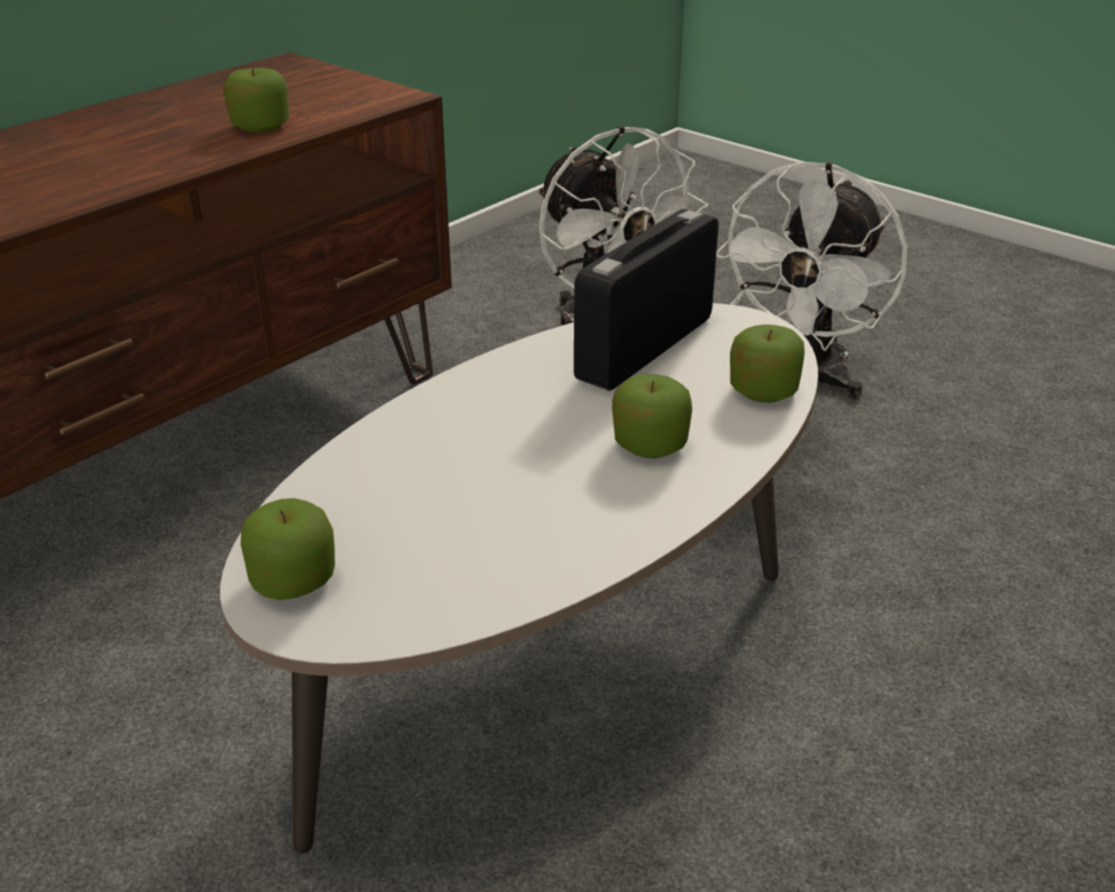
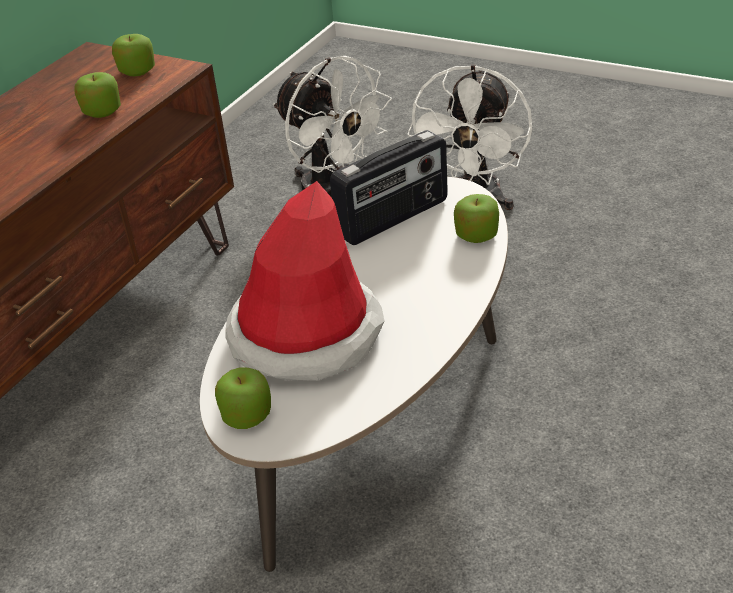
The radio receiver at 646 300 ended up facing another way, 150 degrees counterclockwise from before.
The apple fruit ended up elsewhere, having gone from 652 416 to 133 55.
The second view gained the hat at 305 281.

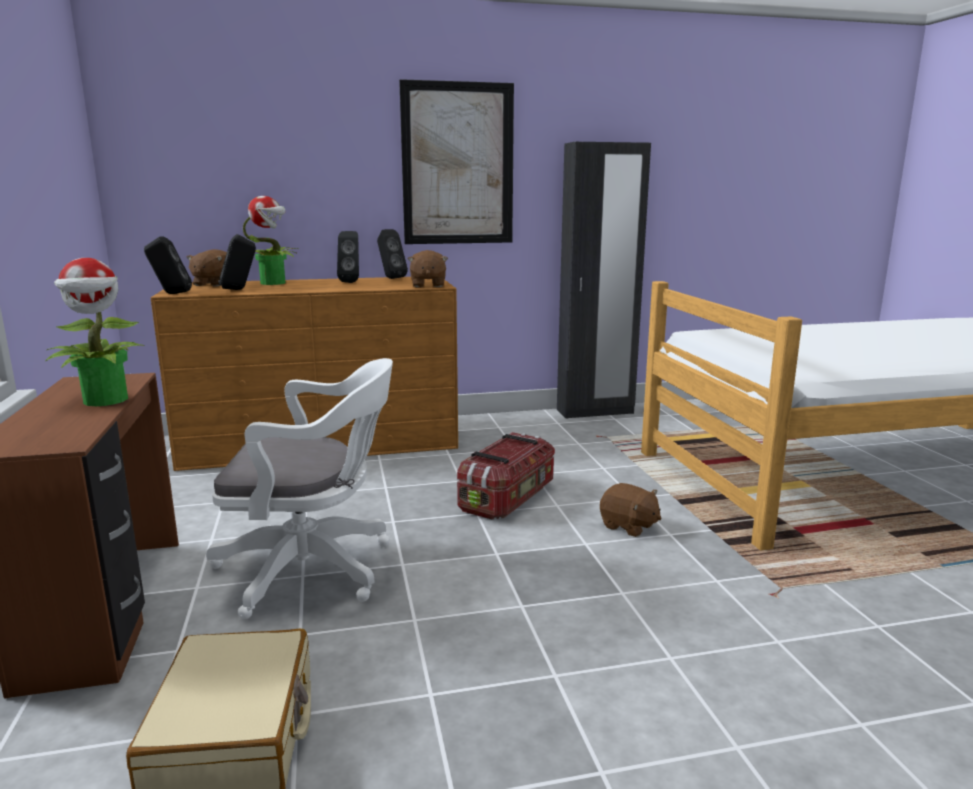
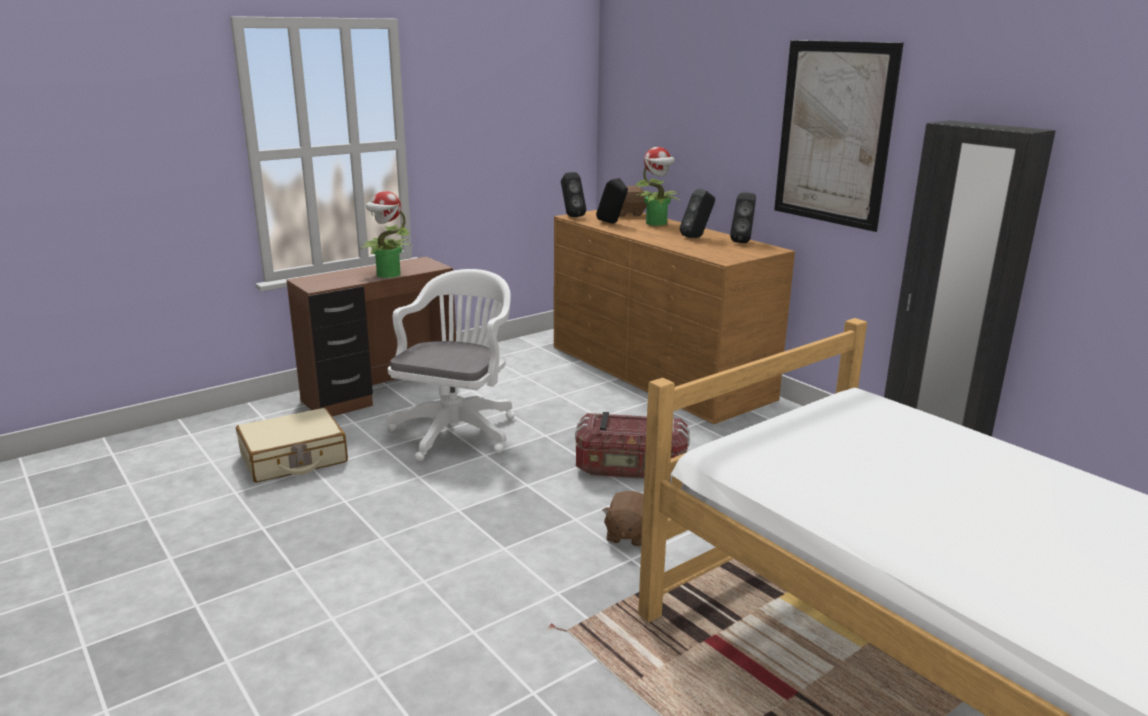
The second view lost the brown-coloured soft toy at 428 268.
The whitish desk chair at 299 488 ended up facing another way, 135 degrees counterclockwise from before.

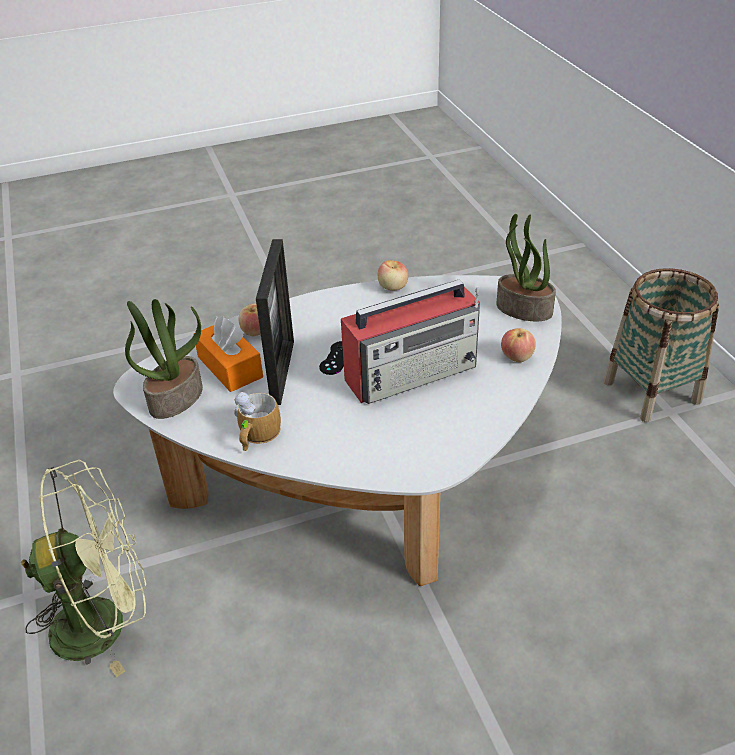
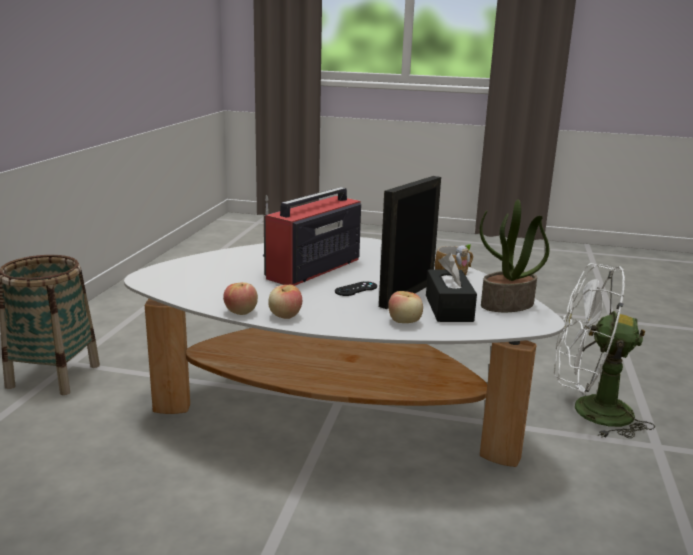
The second view lost the potted plant at 526 267.
The radio receiver at 410 342 ended up facing another way, 60 degrees counterclockwise from before.
What was the orangey tissue holder at 228 354 turned into the black-coloured tissue holder at 451 287.
The apple fruit ended up elsewhere, having gone from 518 345 to 285 302.
What was the greenish electric fan at 83 568 turned into the whitish electric fan at 604 351.

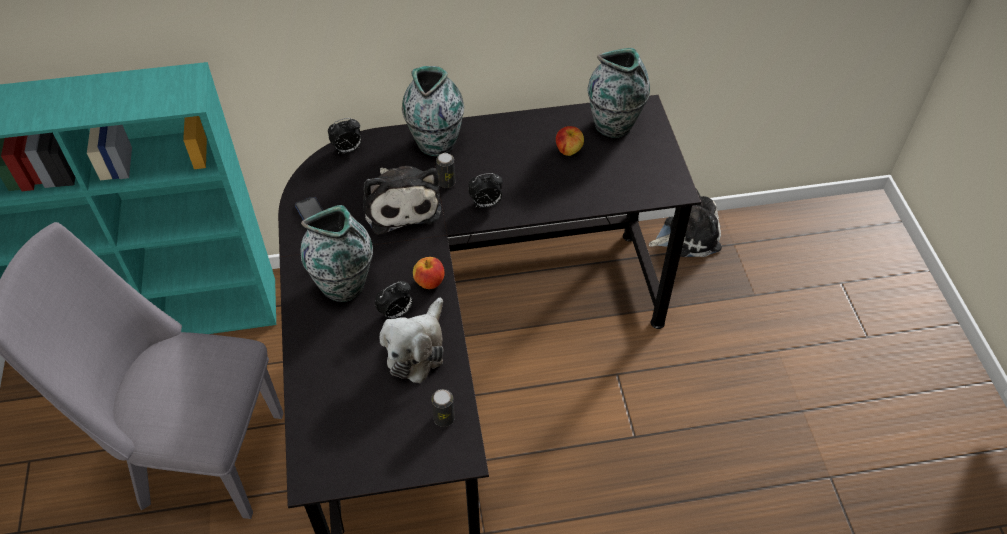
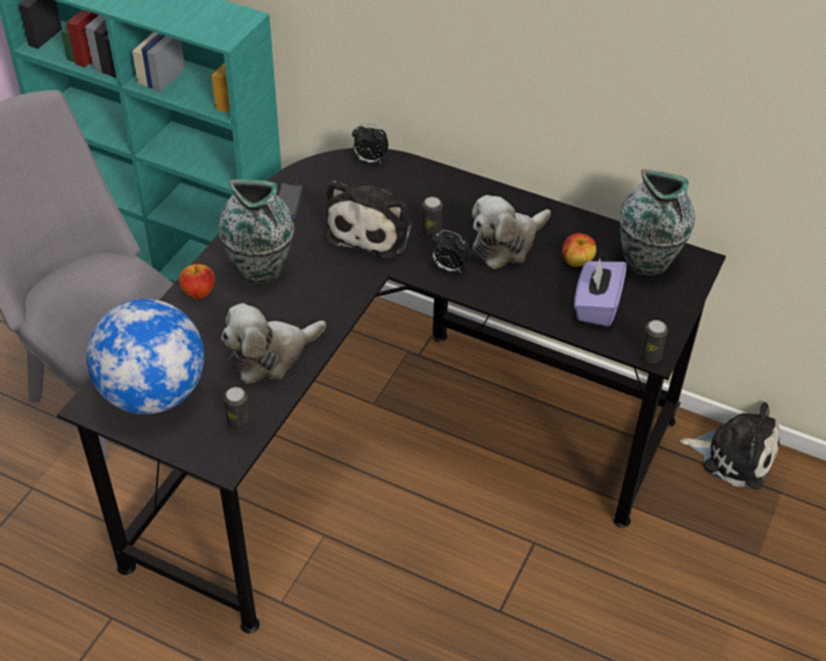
The second view lost the decorative vase at 433 111.
The apple fruit ended up elsewhere, having gone from 429 273 to 197 281.
The second view lost the alarm clock at 394 300.
The second view gained the soft toy at 511 232.
The second view gained the purple-coloured tissue holder at 600 292.
The second view gained the world globe at 145 356.
The second view gained the metal can at 654 341.

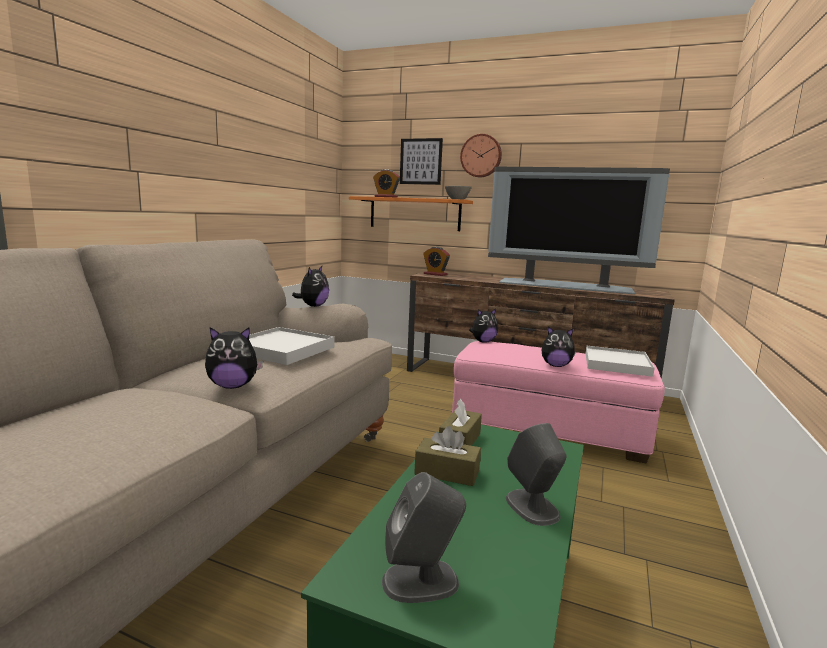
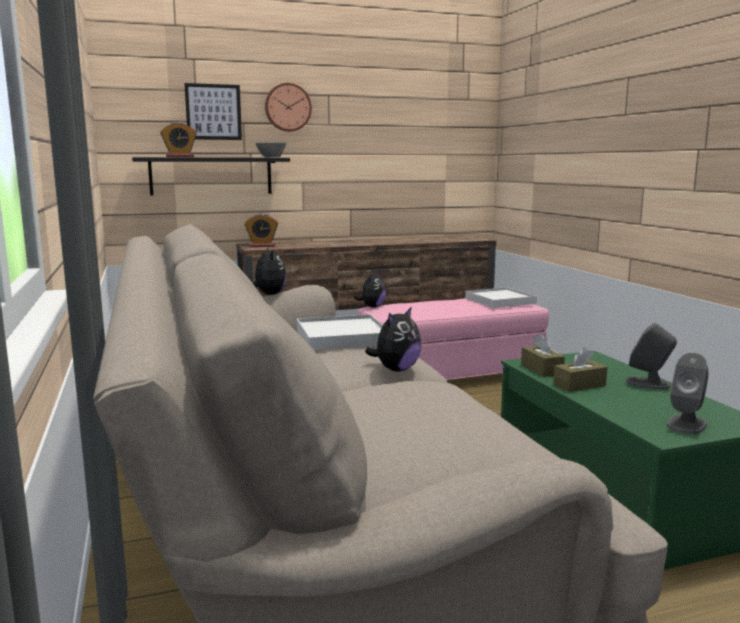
The second view lost the TV at 579 230.
What was the orangey bracket shelf at 411 213 turned into the black-coloured bracket shelf at 211 176.
The second view lost the soft toy at 559 346.

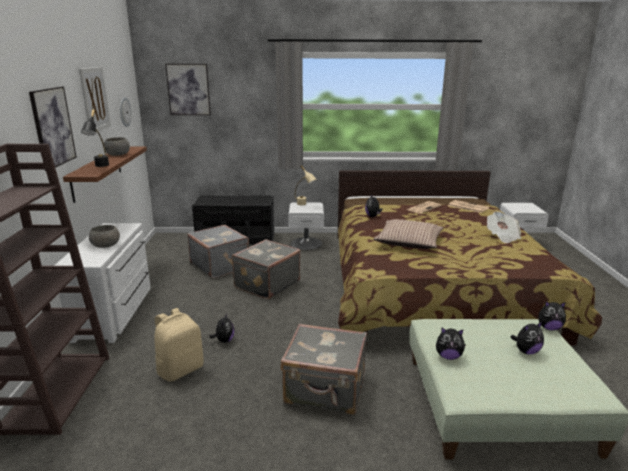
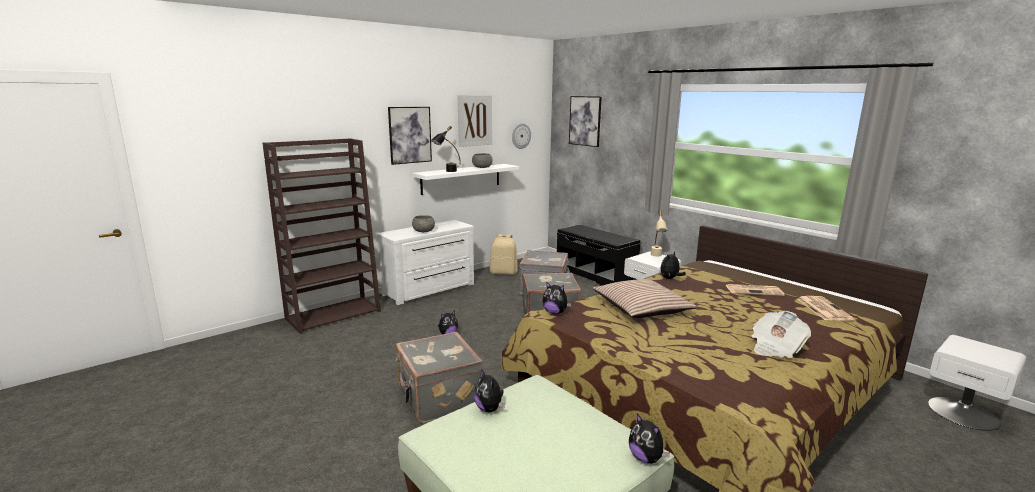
What was the brown-coloured bracket shelf at 105 175 turned into the whitish bracket shelf at 465 179.
The beige-coloured rucksack ended up elsewhere, having gone from 179 344 to 504 254.
The soft toy ended up elsewhere, having gone from 527 338 to 557 298.

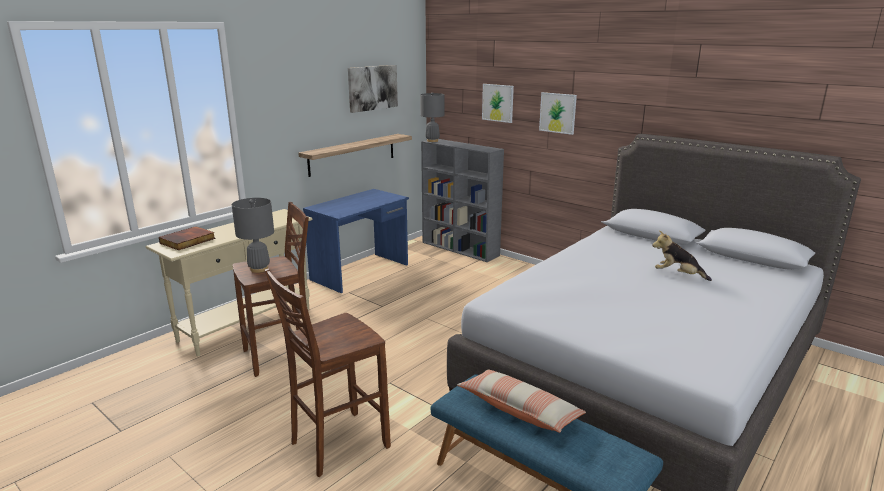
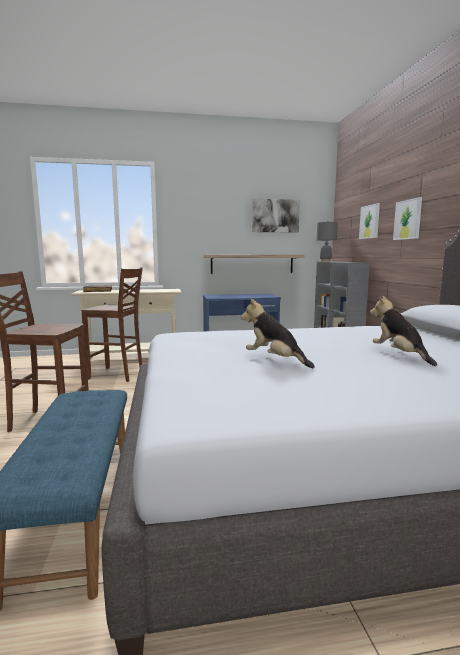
The second view lost the grey tabletop lamp at 253 235.
The second view lost the cushion at 521 401.
The second view gained the soft toy at 278 333.

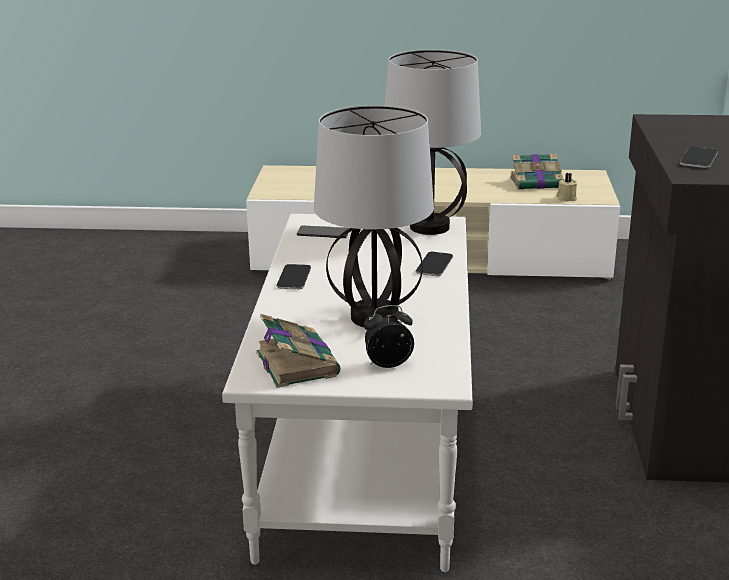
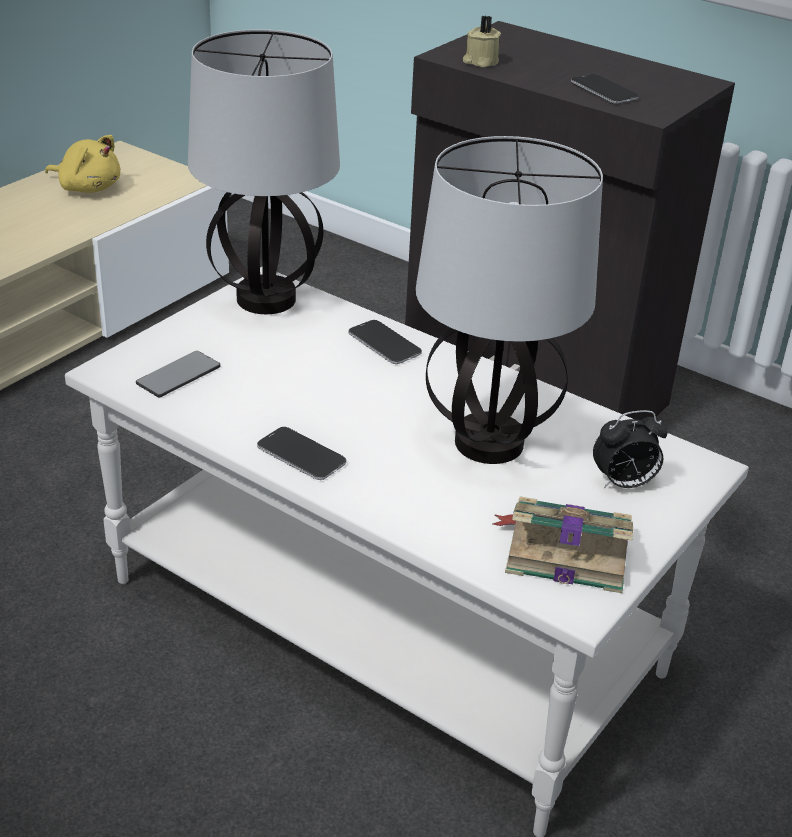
Where the book stood at 537 171, the yellow soft toy came to stand at 82 164.
The beige-coloured wax light ended up elsewhere, having gone from 566 187 to 482 41.
The alarm clock at 389 336 ended up facing another way, 120 degrees counterclockwise from before.

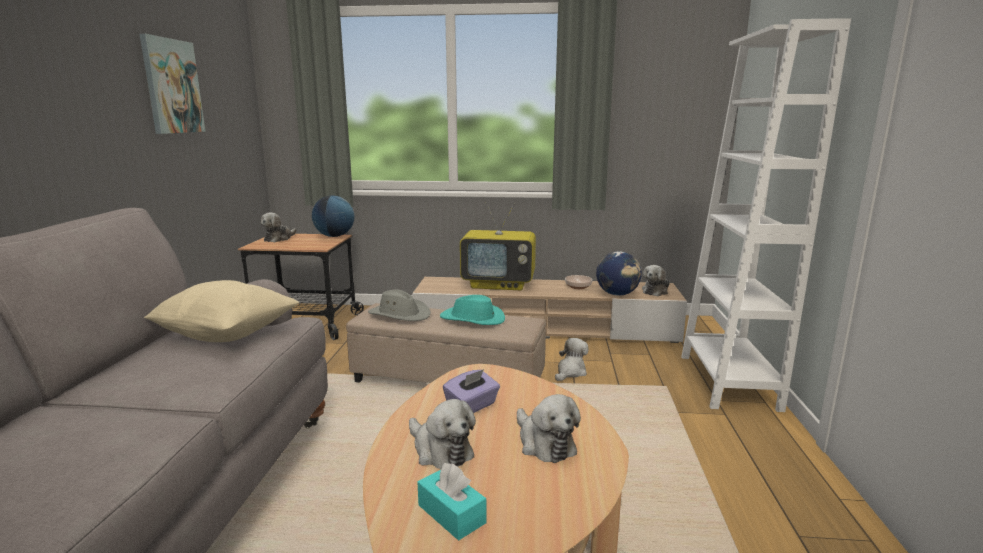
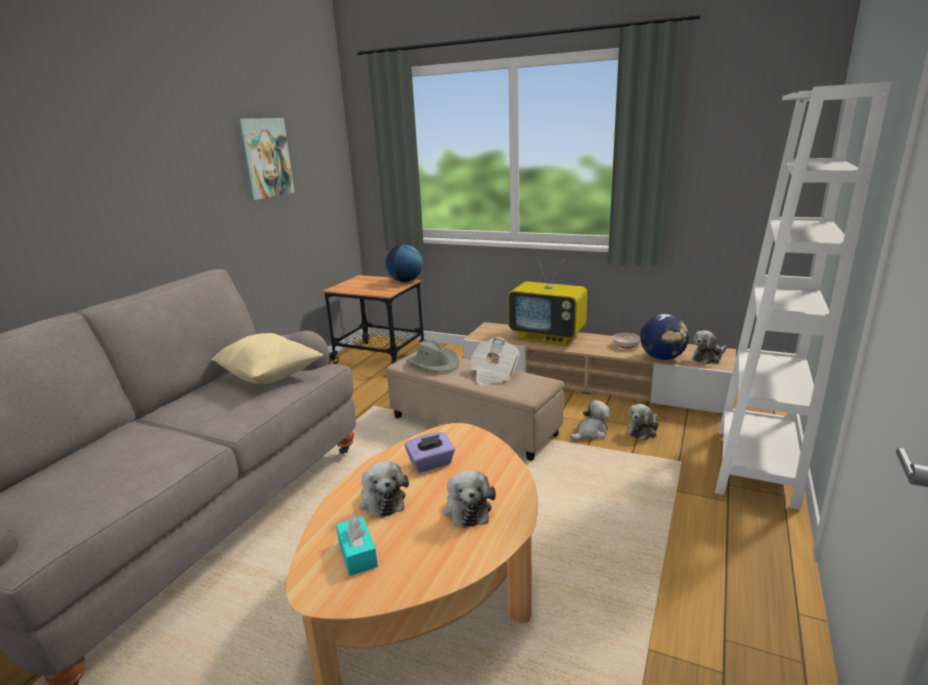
The soft toy ended up elsewhere, having gone from 279 227 to 643 422.
Where the blue-green hat stood at 472 310, the newspaper came to stand at 495 361.

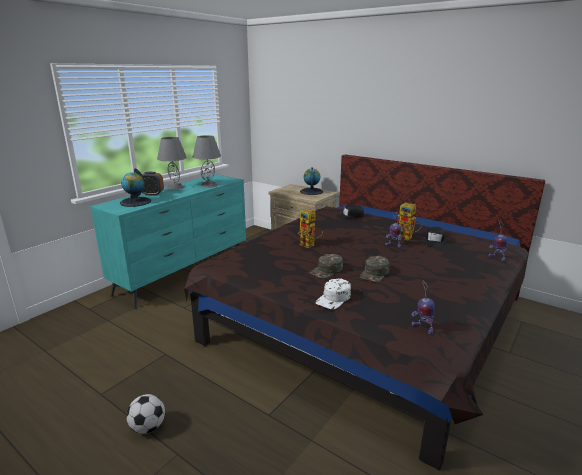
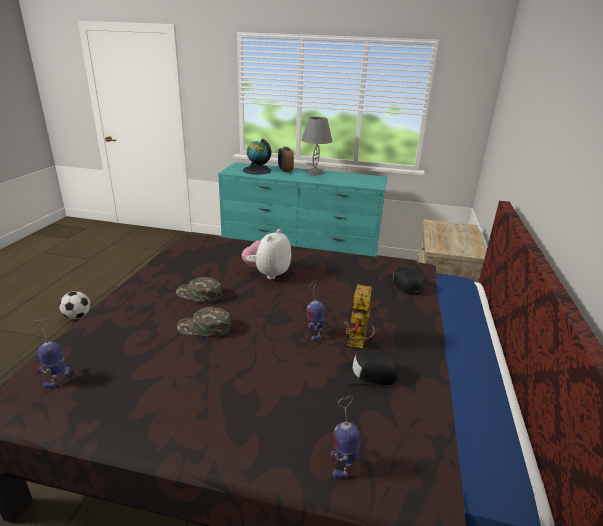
The second view lost the grey tabletop lamp at 207 161.
The second view lost the world globe at 311 181.
Where the toy robot stood at 310 228, the soft toy came to stand at 266 254.
The second view lost the whitish baseball cap at 333 294.

